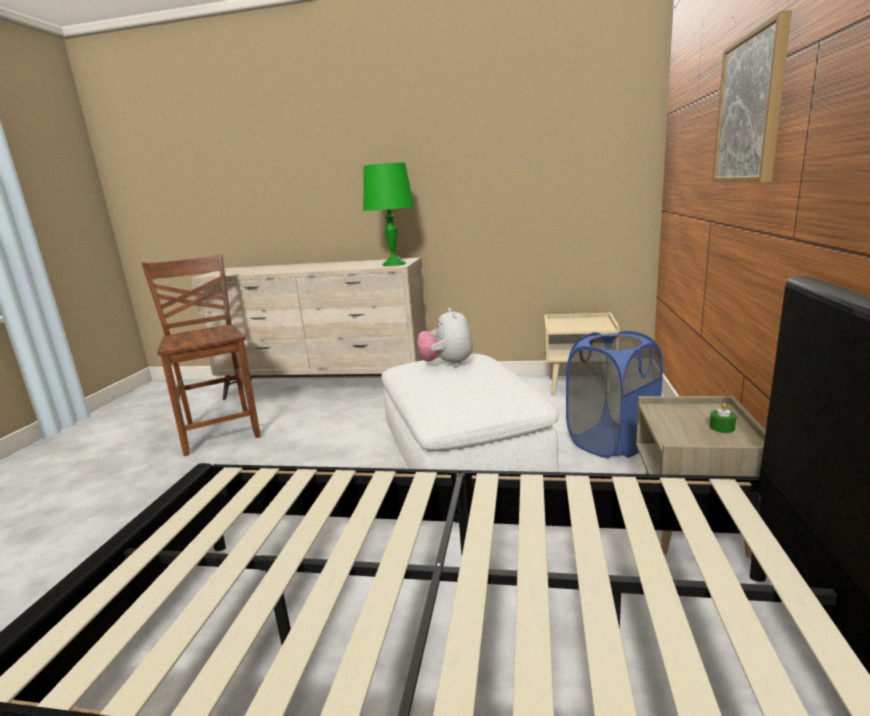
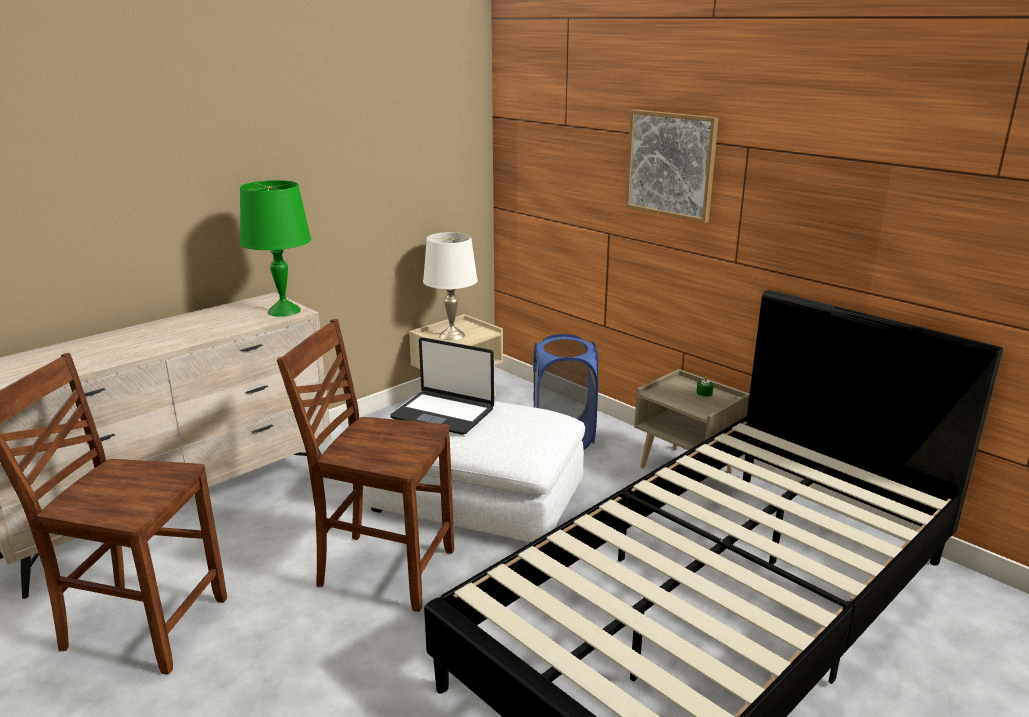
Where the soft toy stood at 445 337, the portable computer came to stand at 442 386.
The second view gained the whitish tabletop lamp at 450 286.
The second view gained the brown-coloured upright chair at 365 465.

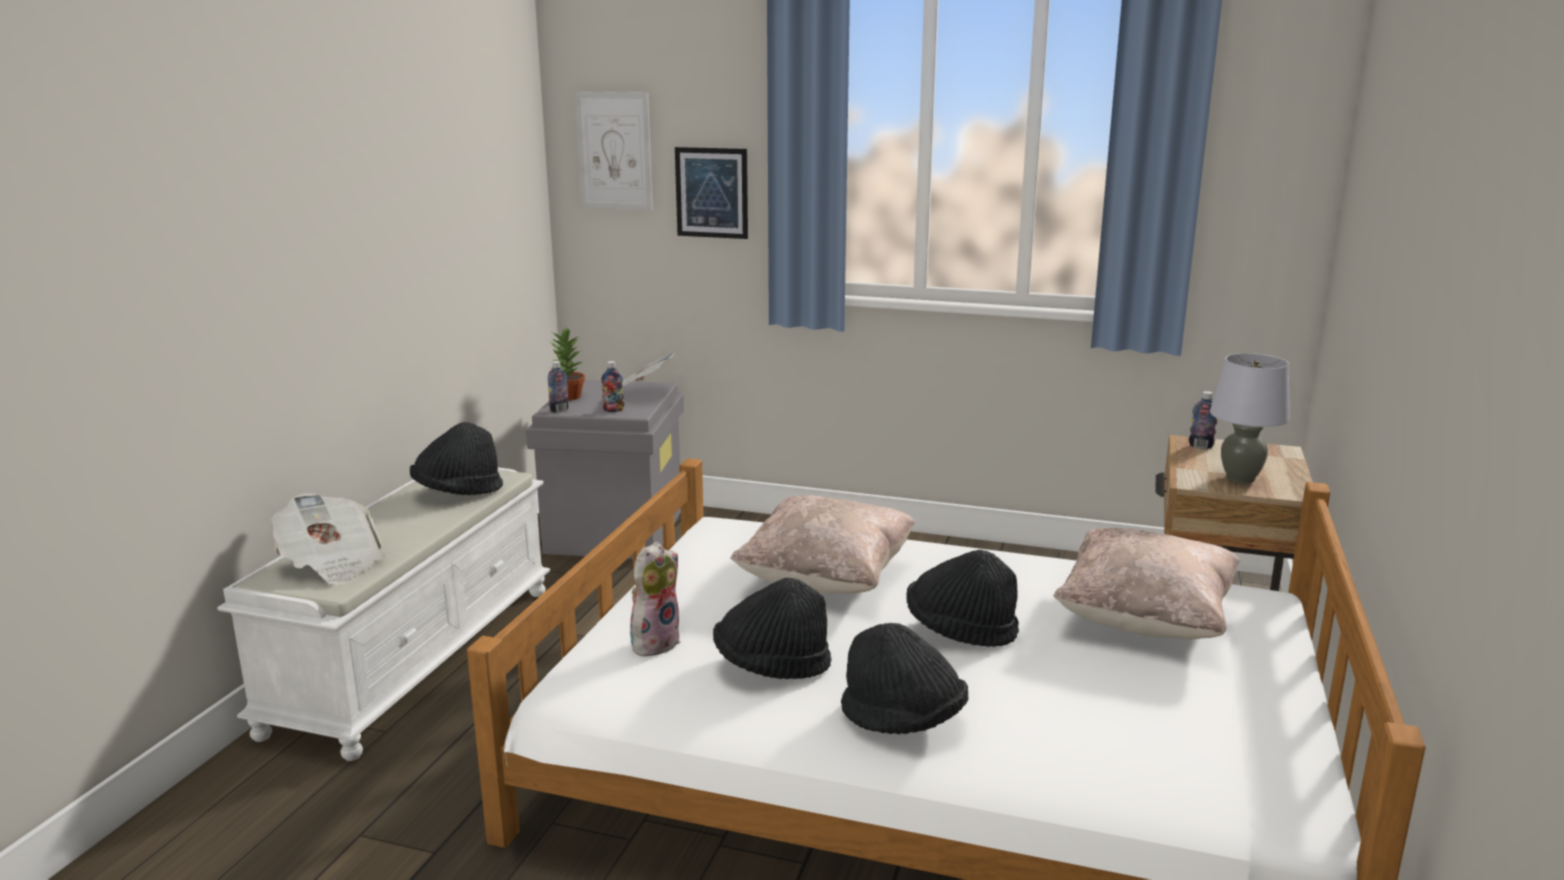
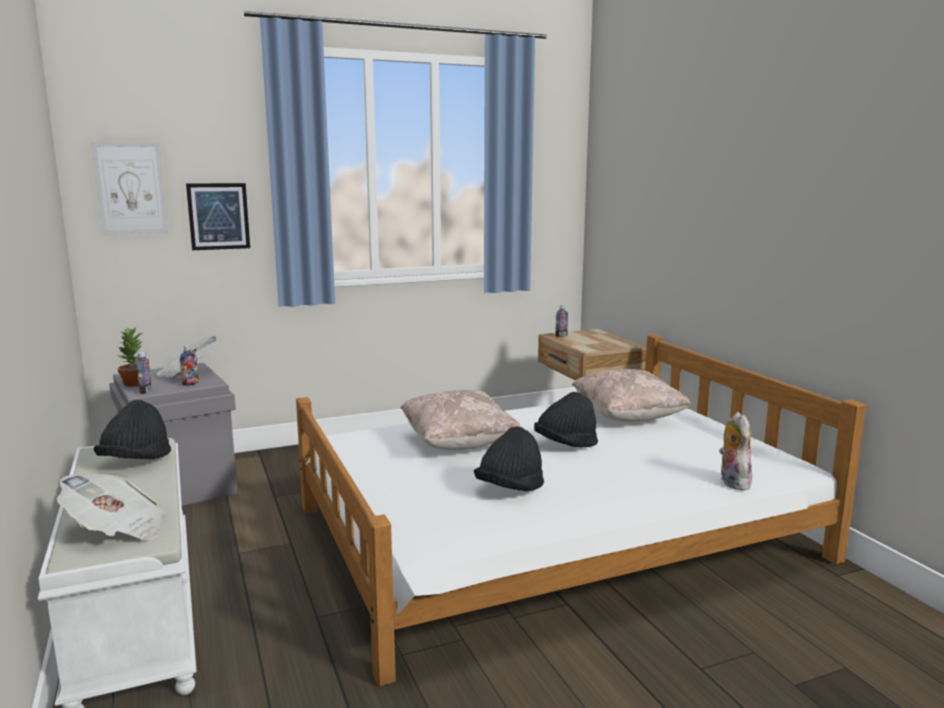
The second view lost the grey tabletop lamp at 1250 418.
The soft toy ended up elsewhere, having gone from 655 599 to 736 451.
The second view lost the black-coloured hat at 905 678.

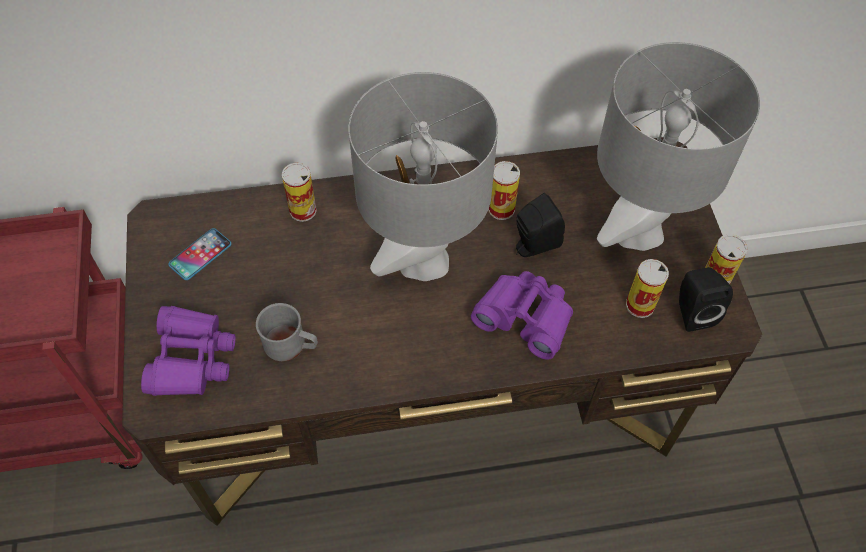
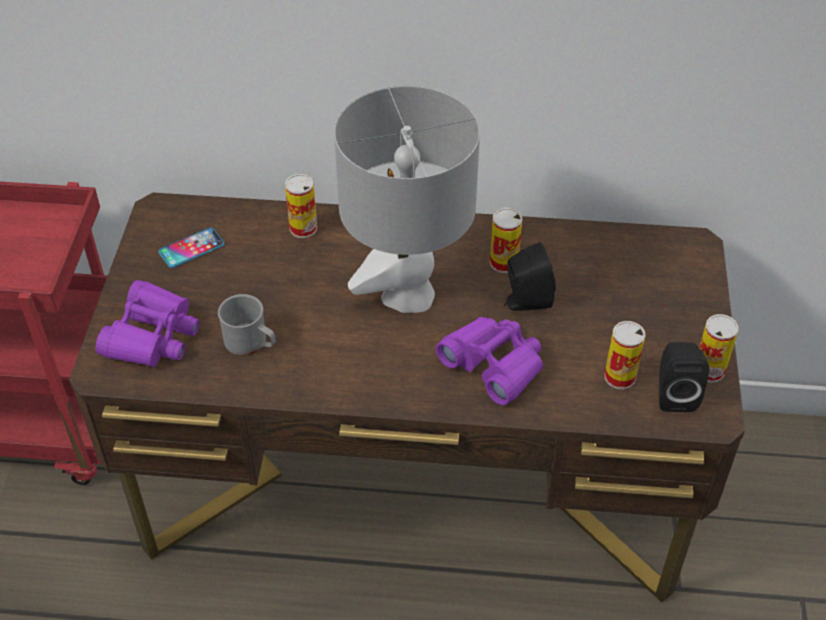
The second view lost the grey tabletop lamp at 678 146.

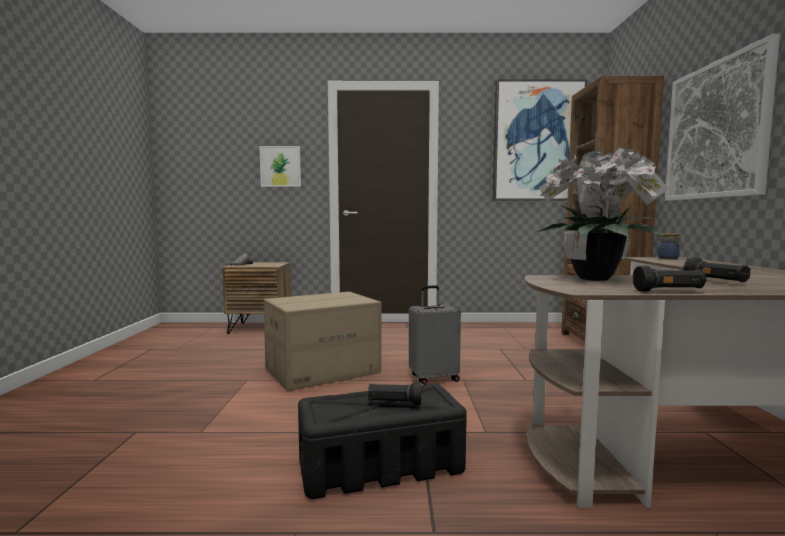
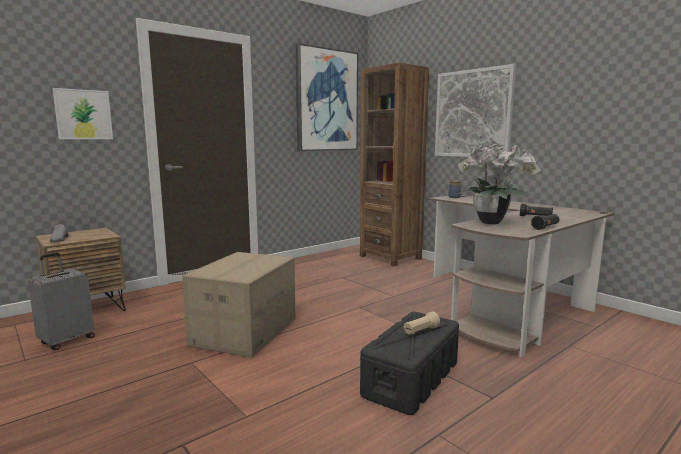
The grey piece of luggage ended up elsewhere, having gone from 435 335 to 61 301.
What was the black-coloured hand torch at 394 393 turned into the beige-coloured hand torch at 422 323.

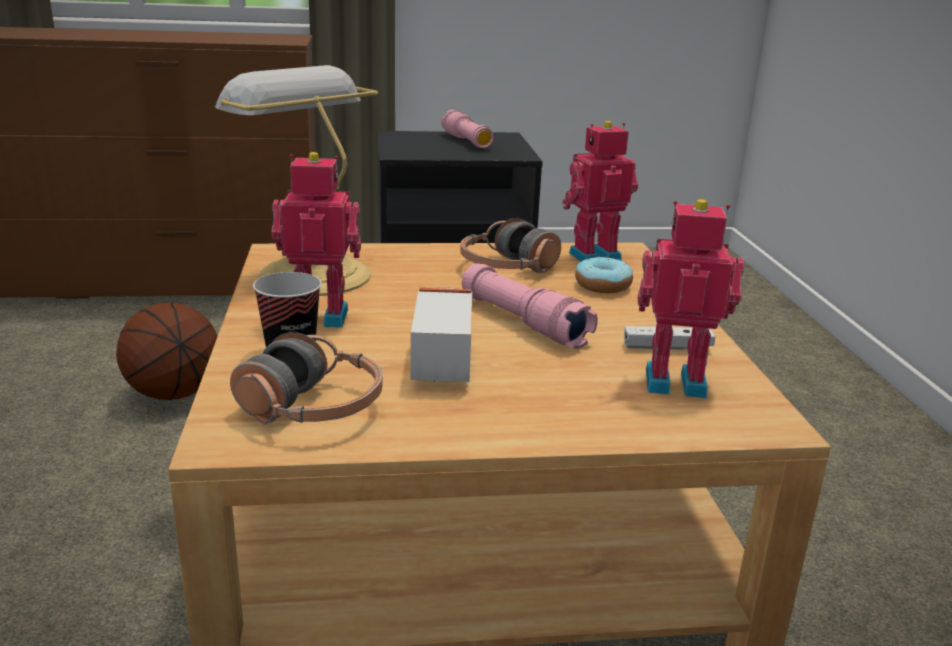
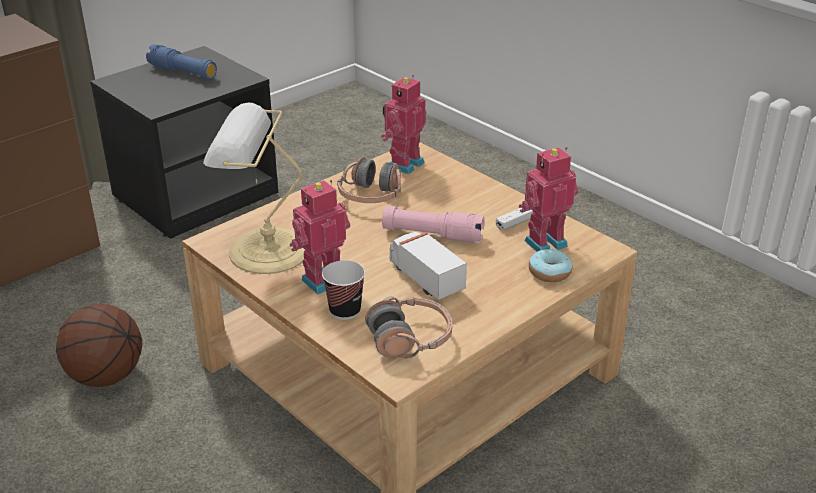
What was the pinkish hand torch at 467 129 turned into the blue-coloured hand torch at 181 61.
The ring doughnut ended up elsewhere, having gone from 604 274 to 551 265.

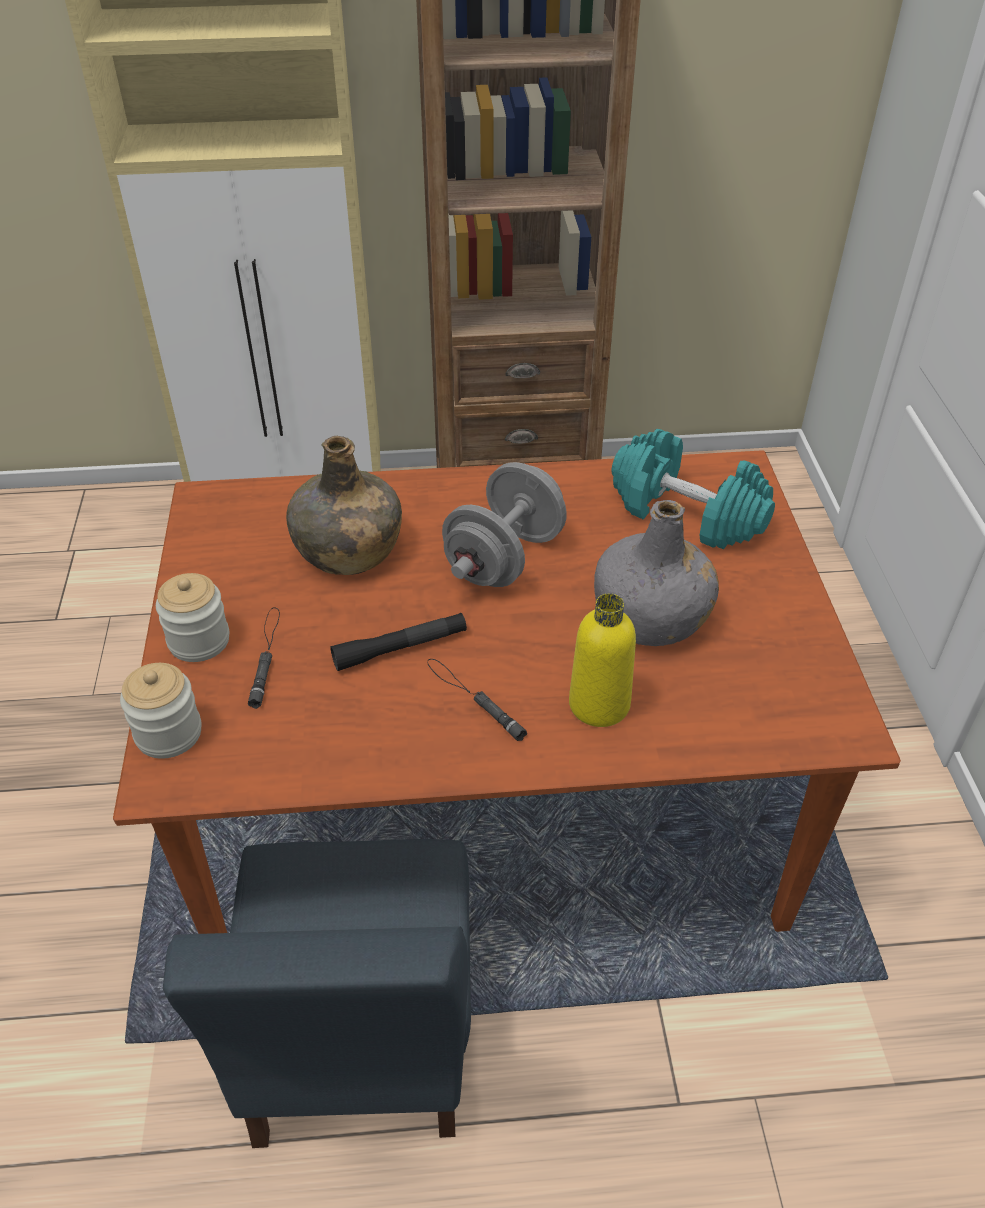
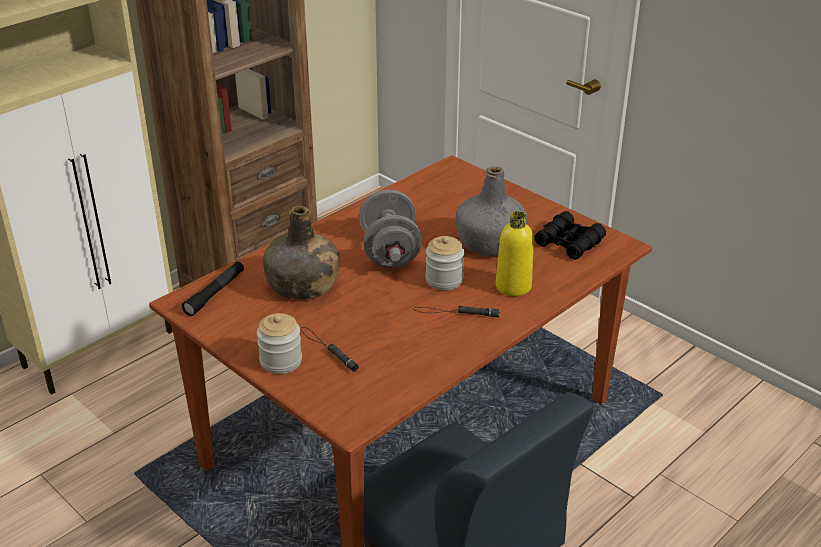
The second view lost the blue-green hand weight at 693 489.
The black-coloured hand torch ended up elsewhere, having gone from 398 642 to 213 288.
The storage jar ended up elsewhere, having gone from 161 711 to 444 263.
The second view gained the black-coloured pair of binoculars at 570 235.

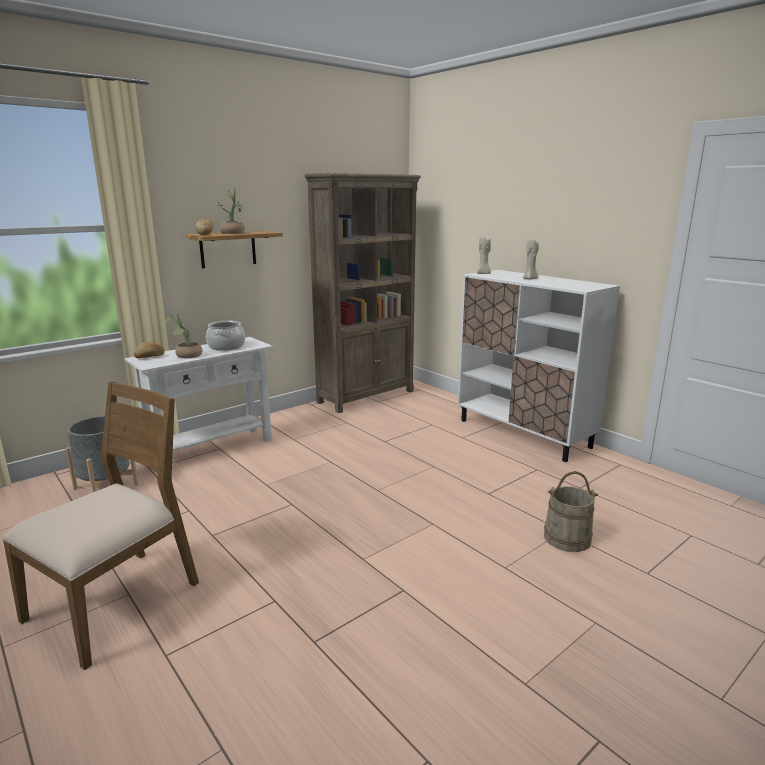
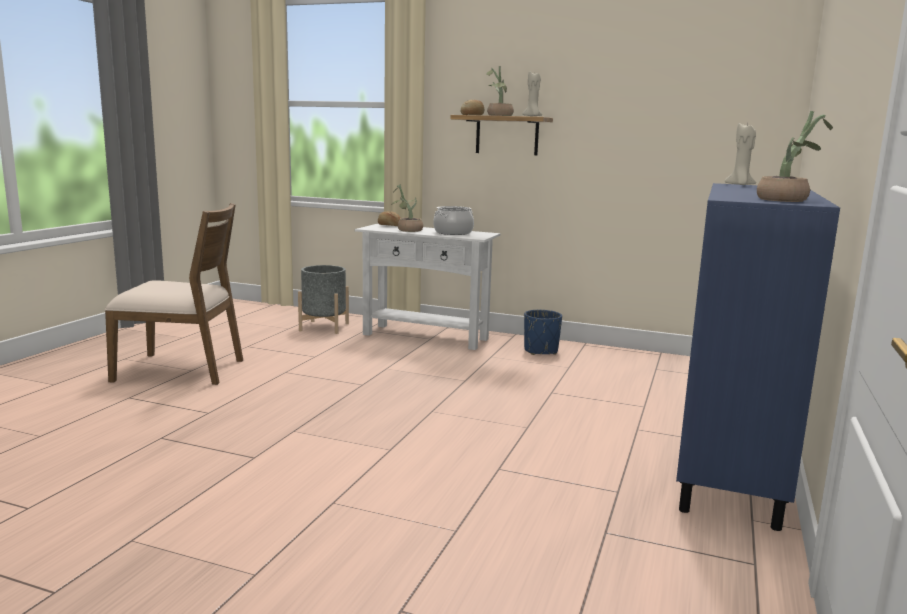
The second view lost the brown-coloured bookcase at 362 293.
The beige-coloured wax light ended up elsewhere, having gone from 531 259 to 532 93.
What was the whitish cabinet at 539 366 turned into the blue-coloured cabinet at 758 357.
The second view lost the beige-coloured bucket at 571 511.
The second view gained the potted plant at 795 156.
The second view gained the blue-coloured planter at 543 332.

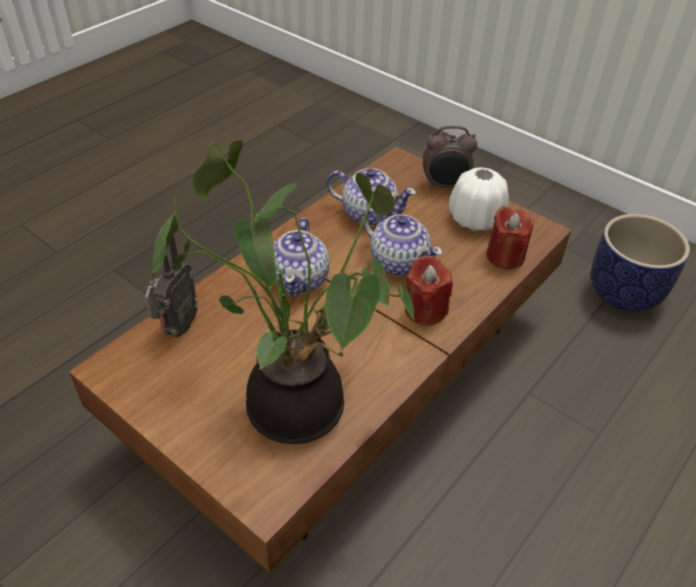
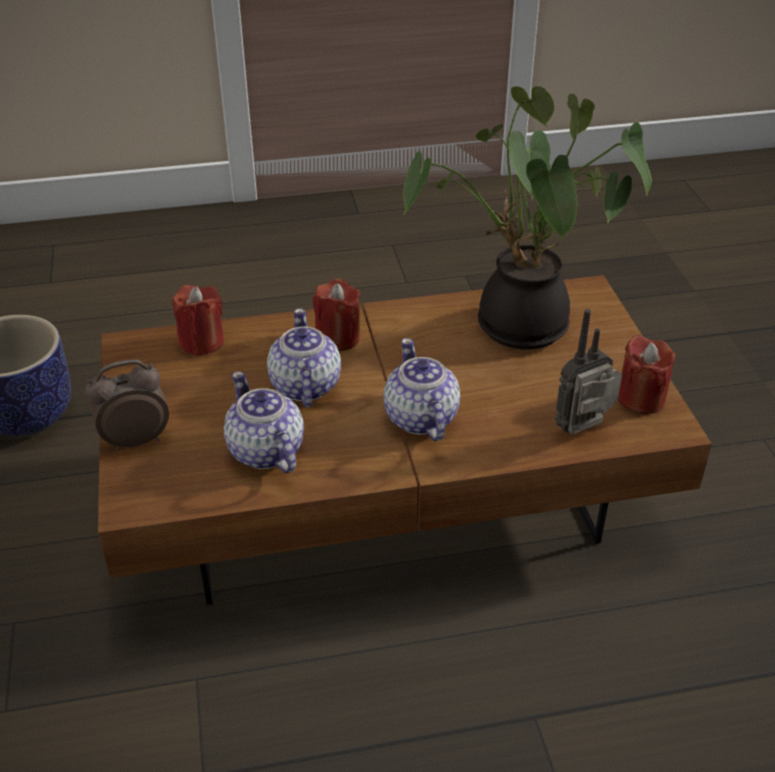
The alarm clock at 450 157 ended up facing another way, 60 degrees counterclockwise from before.
The second view lost the whitish decorative vase at 479 199.
The tea pot at 301 257 ended up facing another way, 60 degrees counterclockwise from before.
The second view gained the reddish wax light at 647 374.

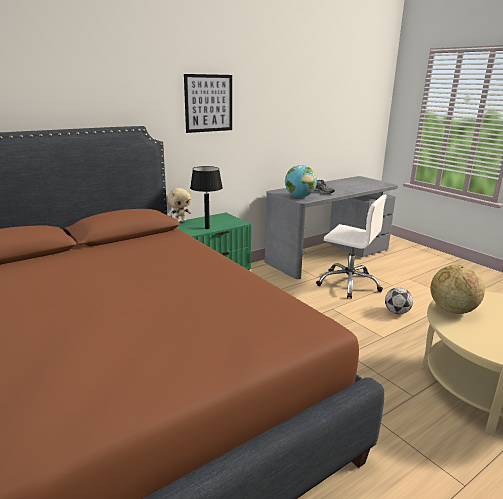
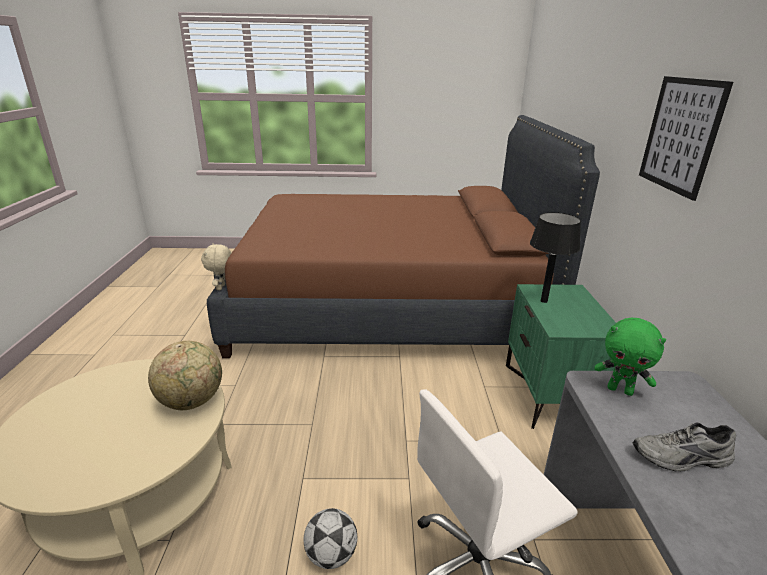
Where the world globe stood at 301 181, the greenish soft toy came to stand at 630 357.
The beige-coloured soft toy ended up elsewhere, having gone from 180 205 to 216 266.

